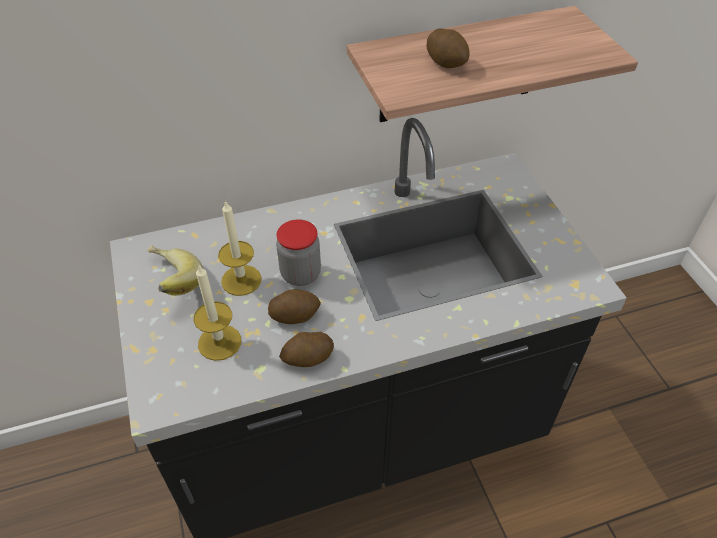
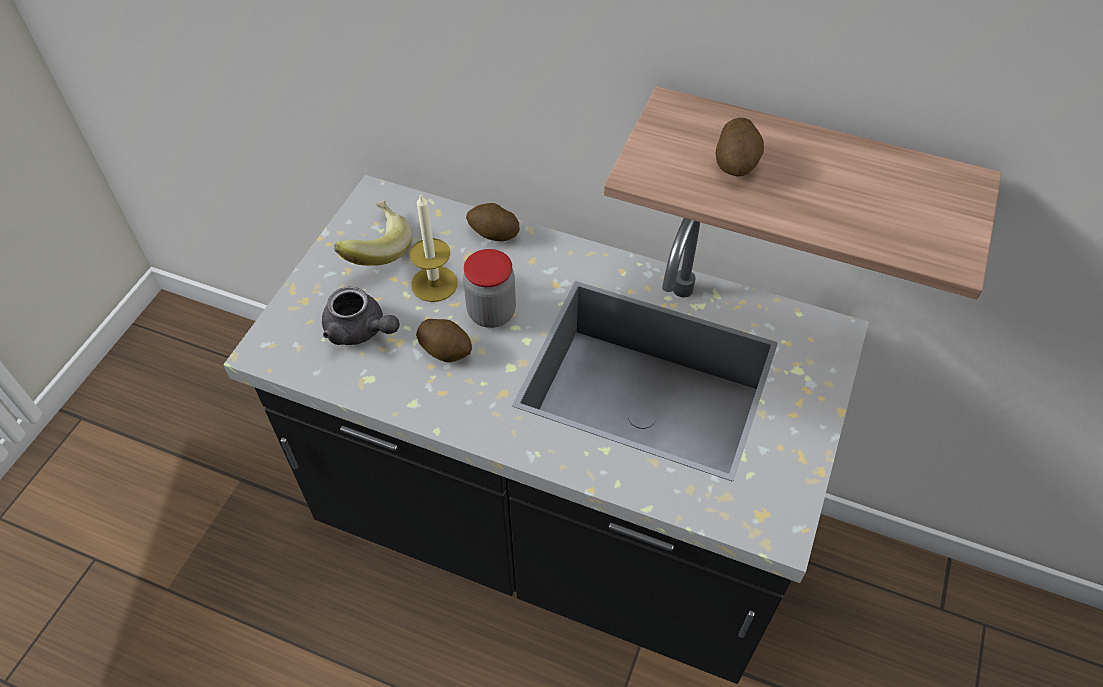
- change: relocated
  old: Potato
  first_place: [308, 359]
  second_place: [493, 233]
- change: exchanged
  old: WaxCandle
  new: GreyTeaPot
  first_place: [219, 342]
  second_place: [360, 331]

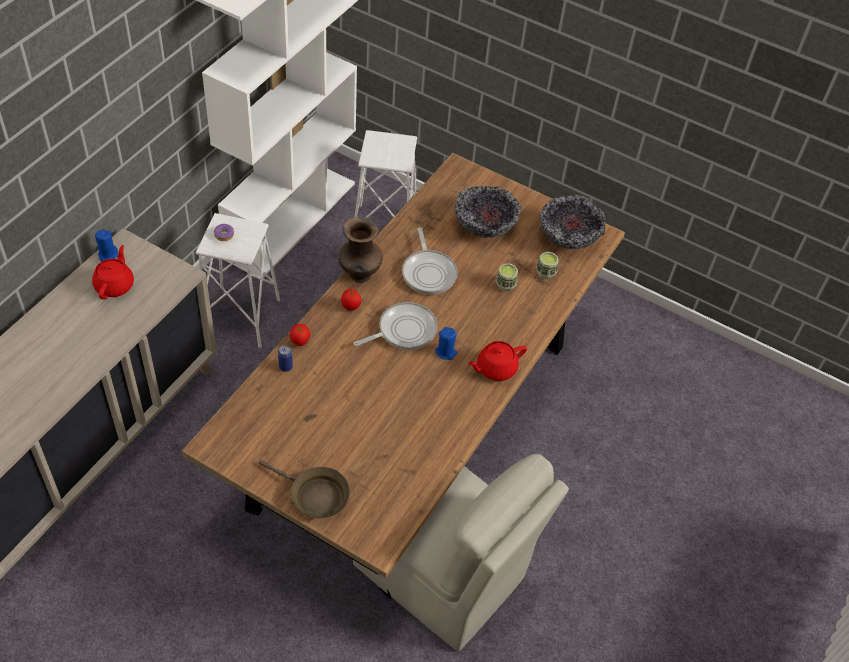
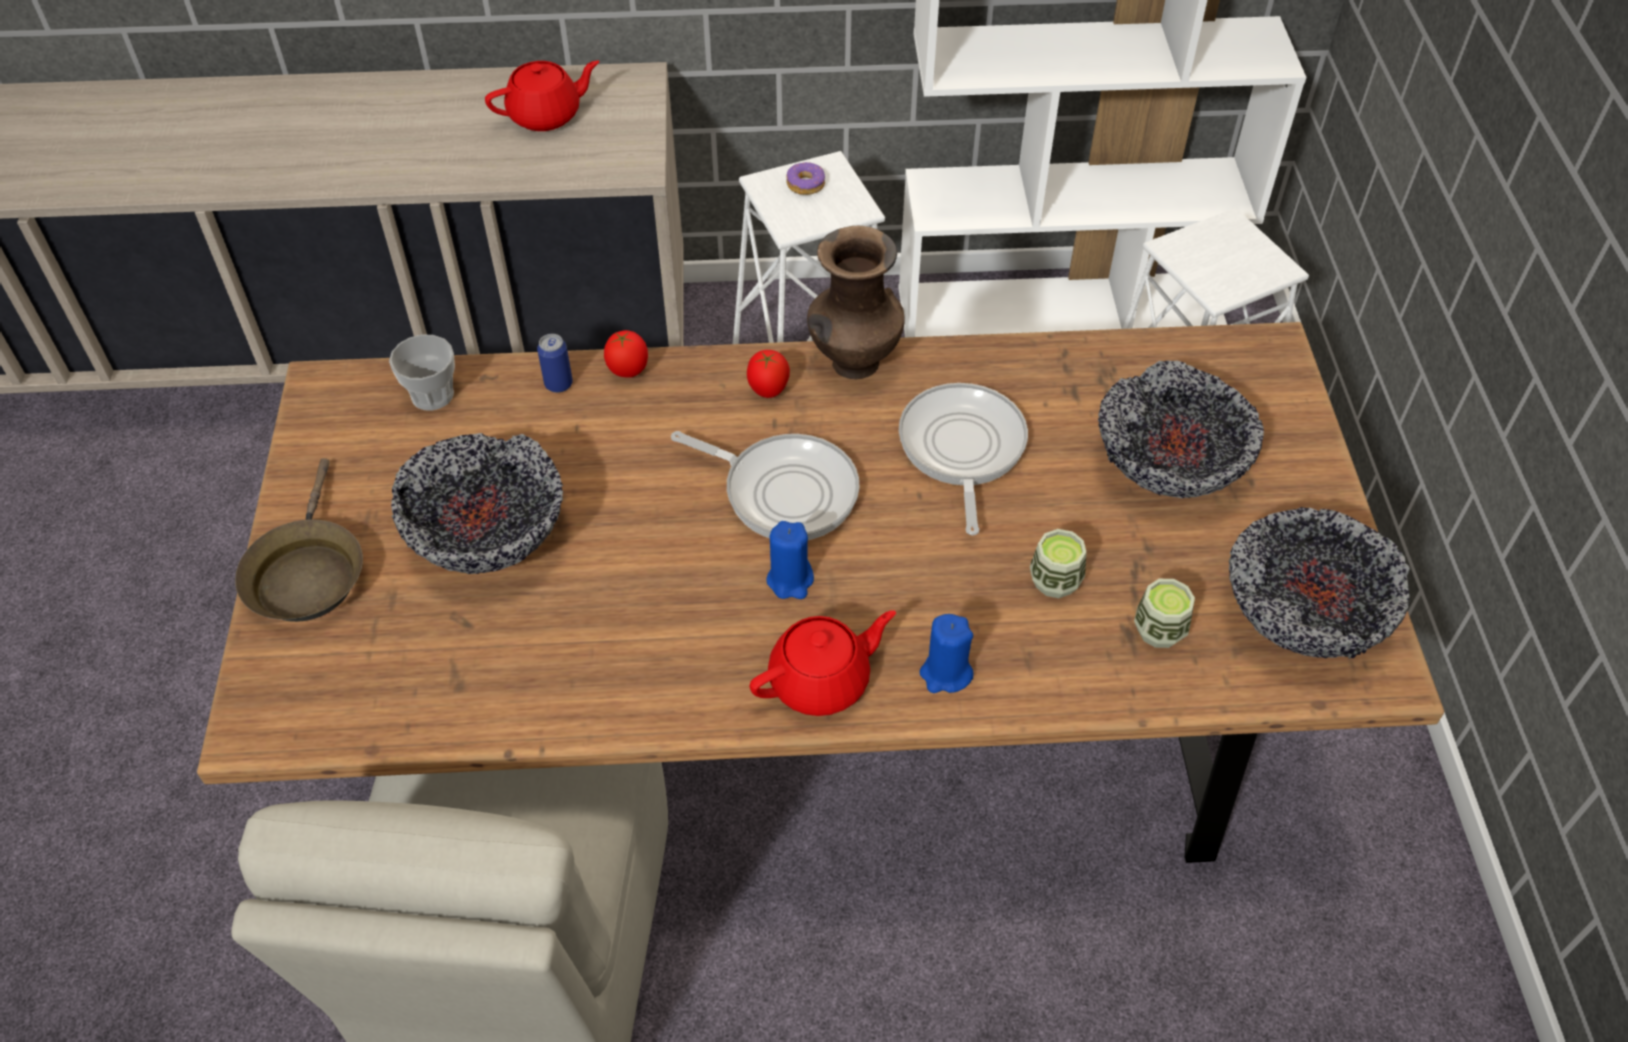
- change: appeared
  new: SmallCup
  second_place: [432, 395]
- change: appeared
  new: DeepDish
  second_place: [490, 539]
- change: relocated
  old: BluishWaxCandle
  first_place: [108, 255]
  second_place: [945, 673]
- change: spun
  old: Skillet
  first_place: [428, 272]
  second_place: [961, 449]
  degrees: 135
- change: spun
  old: RedTeaPot
  first_place: [495, 368]
  second_place: [822, 681]
  degrees: 120

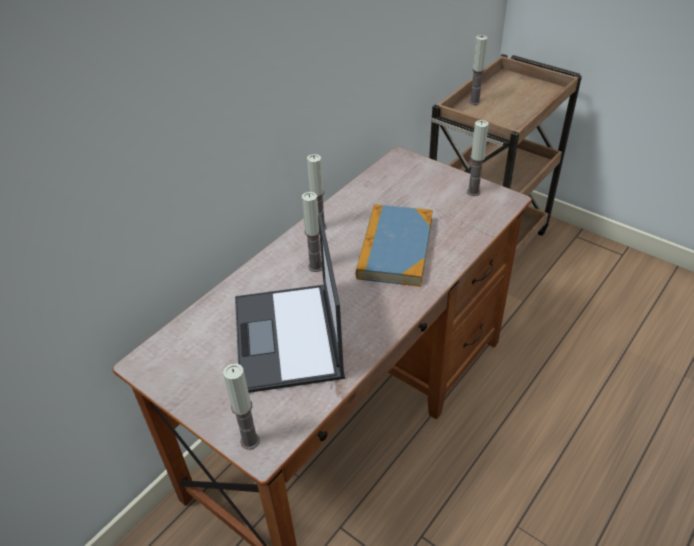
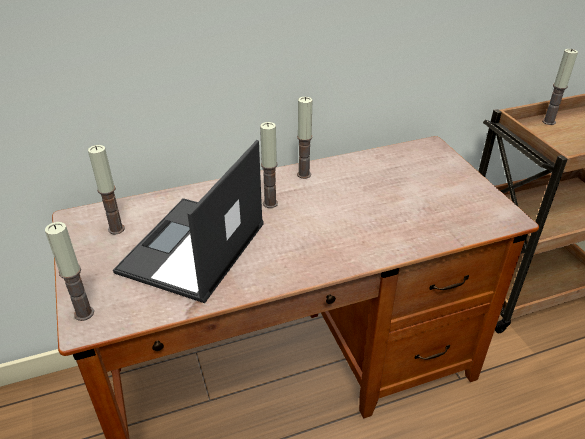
- change: missing
  old: Volume
  first_place: [395, 248]
- change: relocated
  old: WaxCandle
  first_place: [473, 192]
  second_place: [116, 229]

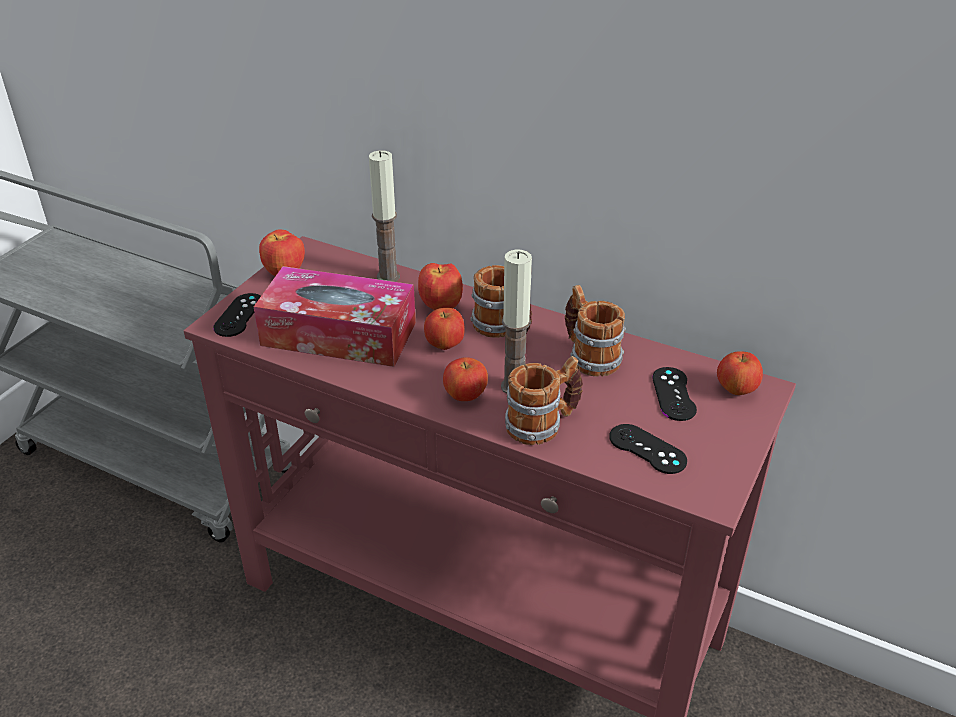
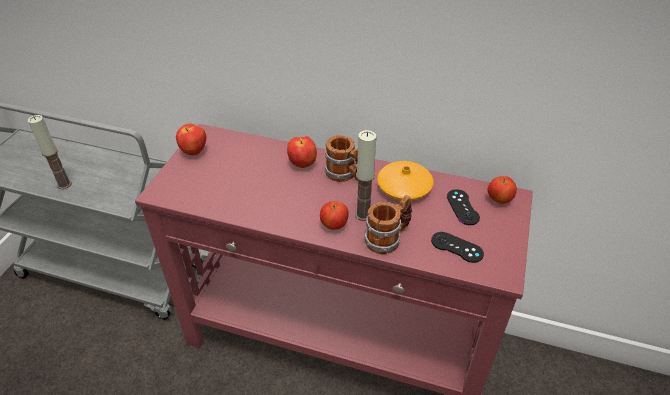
- change: missing
  old: BlackGamepad
  first_place: [239, 315]
- change: missing
  old: BoxOfTissues
  first_place: [339, 334]
- change: missing
  old: AppleFruit
  first_place: [445, 345]
- change: relocated
  old: WaxCandle
  first_place: [388, 276]
  second_place: [64, 184]
- change: exchanged
  old: TeaMug
  new: OrangeColouredDecorativeVase
  first_place: [589, 355]
  second_place: [404, 187]

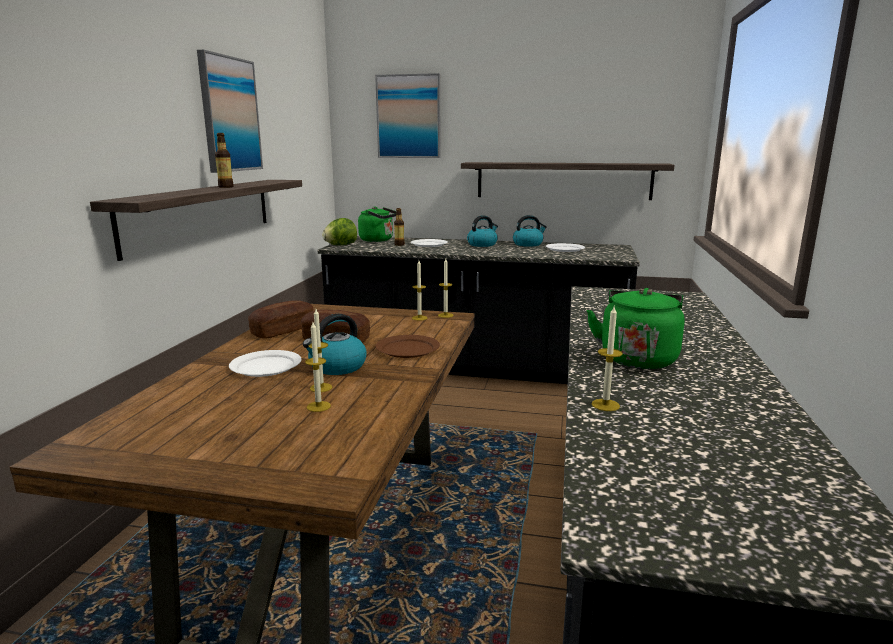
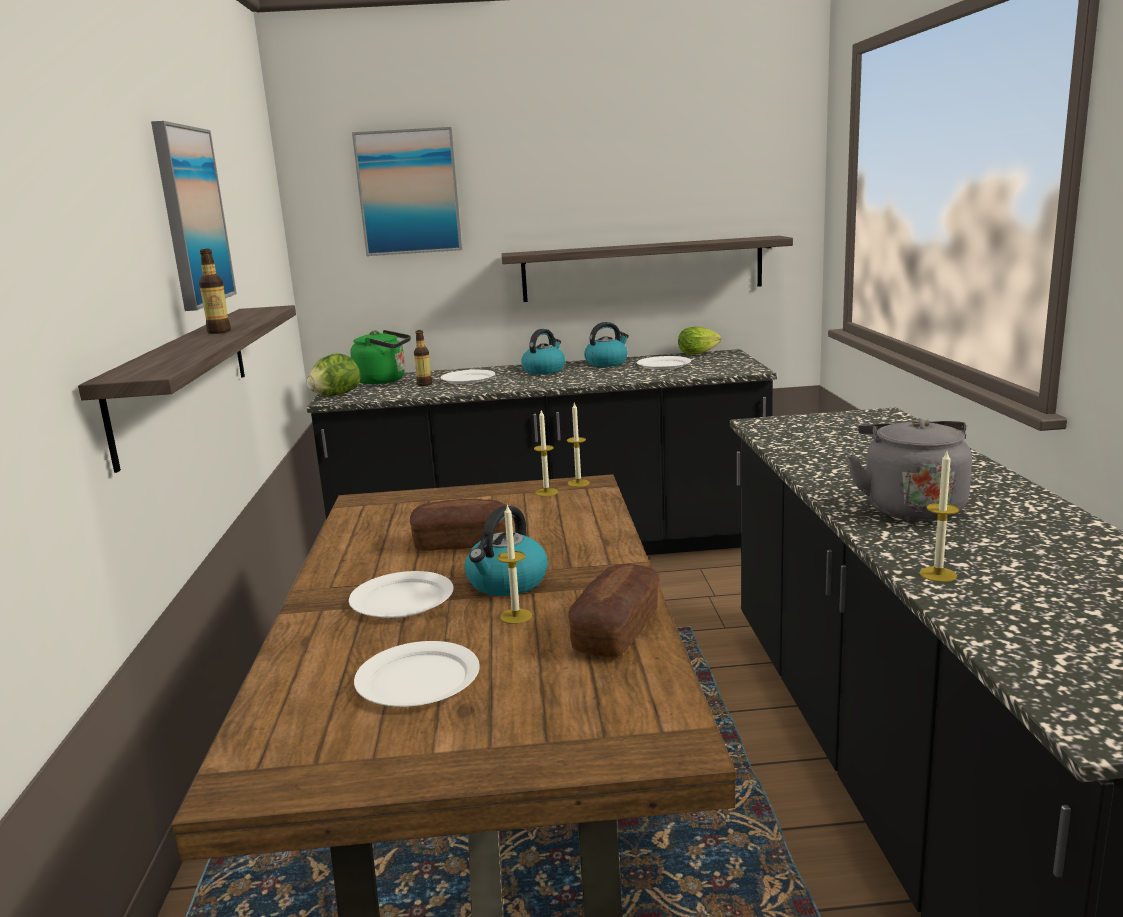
- change: missing
  old: WaxCandle
  first_place: [318, 406]
- change: missing
  old: BrownPlate
  first_place: [407, 349]
- change: appeared
  new: WhitishPlate
  second_place: [419, 679]
- change: appeared
  new: Lettuce
  second_place: [700, 353]
- change: relocated
  old: Bread
  first_place: [283, 331]
  second_place: [617, 630]
- change: colour
  old: GreenTeaKettle
  new: GreyTeaKettle
  first_place: [637, 358]
  second_place: [910, 507]

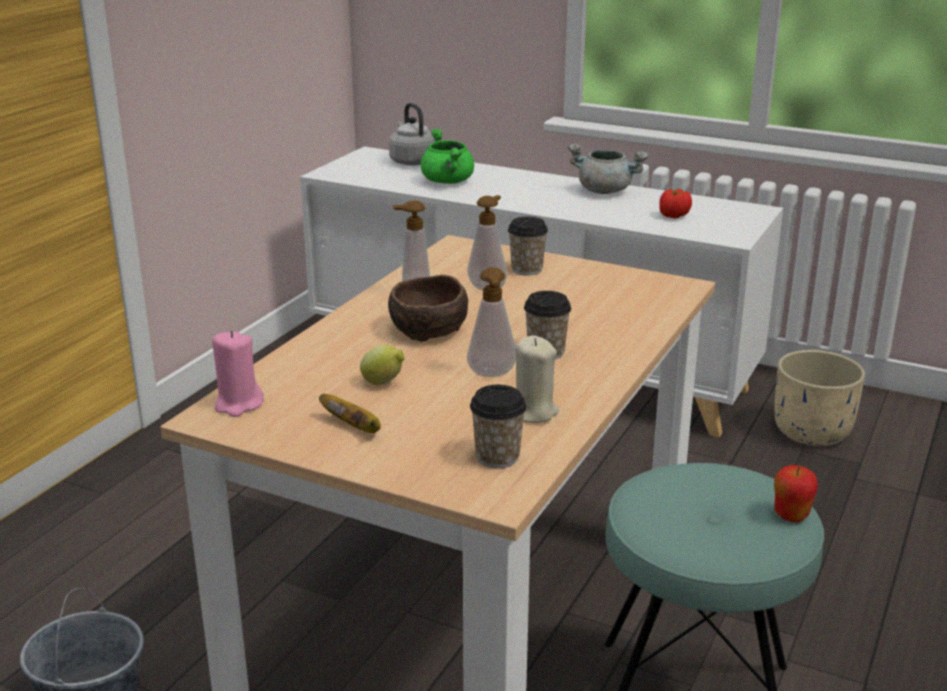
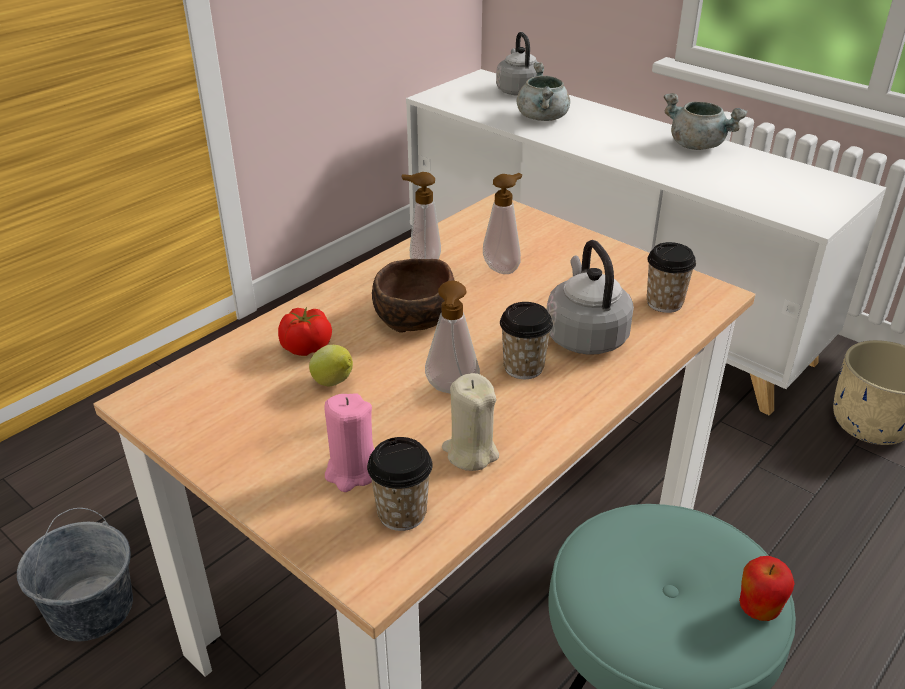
- change: missing
  old: Banana
  first_place: [354, 427]
- change: appeared
  new: GreyTeaKettle
  second_place: [584, 335]
- change: relocated
  old: PinkWaxCandle
  first_place: [238, 404]
  second_place: [352, 471]
- change: relocated
  old: SmallCup
  first_place: [527, 269]
  second_place: [664, 303]
- change: relocated
  old: WholeTomato
  first_place: [673, 216]
  second_place: [306, 348]
- change: colour
  old: GreenStockpot
  new: GreyStockpot
  first_place: [448, 182]
  second_place: [543, 118]

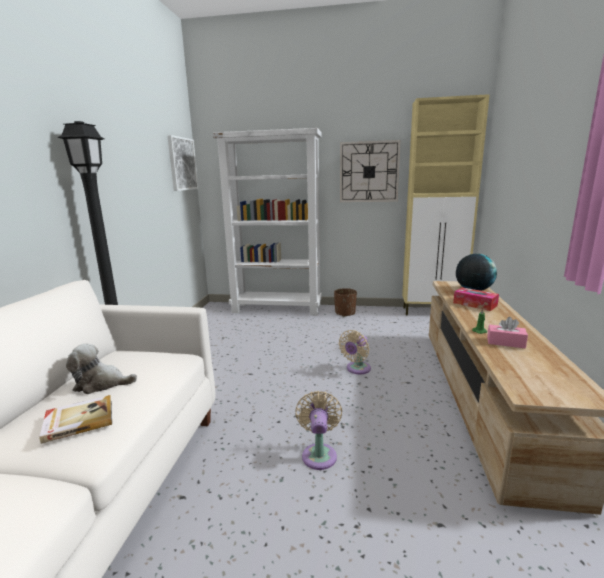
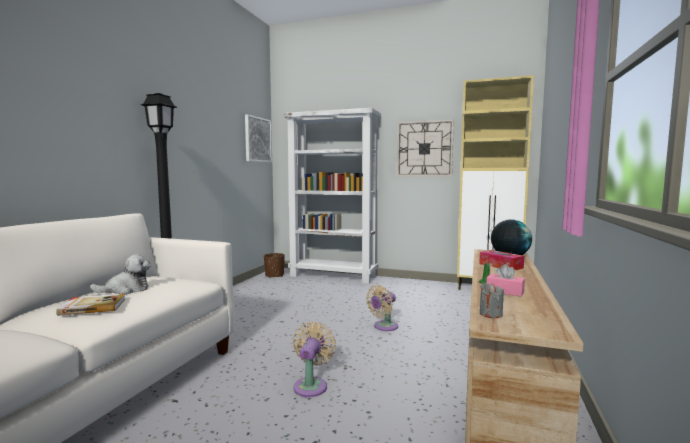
- change: appeared
  new: GreyWaxCandle
  second_place: [491, 314]
- change: relocated
  old: BrownPlantPot
  first_place: [345, 313]
  second_place: [274, 275]
- change: spun
  old: CuddlyToy
  first_place: [101, 384]
  second_place: [126, 290]
  degrees: 150

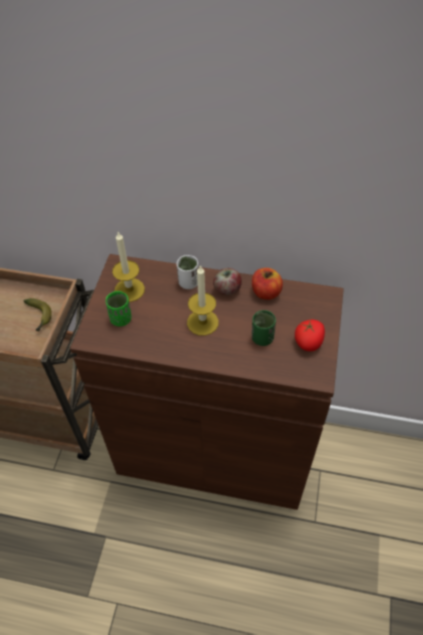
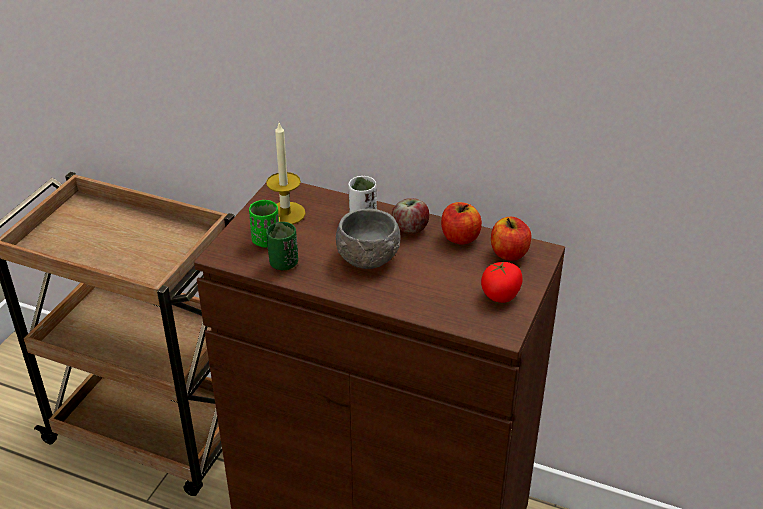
- change: missing
  old: Banana
  first_place: [39, 317]
- change: appeared
  new: AppleFruit
  second_place: [509, 253]
- change: relocated
  old: GreenSmallCup
  first_place: [262, 338]
  second_place: [283, 263]
- change: exchanged
  old: WaxCandle
  new: GreyDeepDish
  first_place: [202, 322]
  second_place: [368, 257]

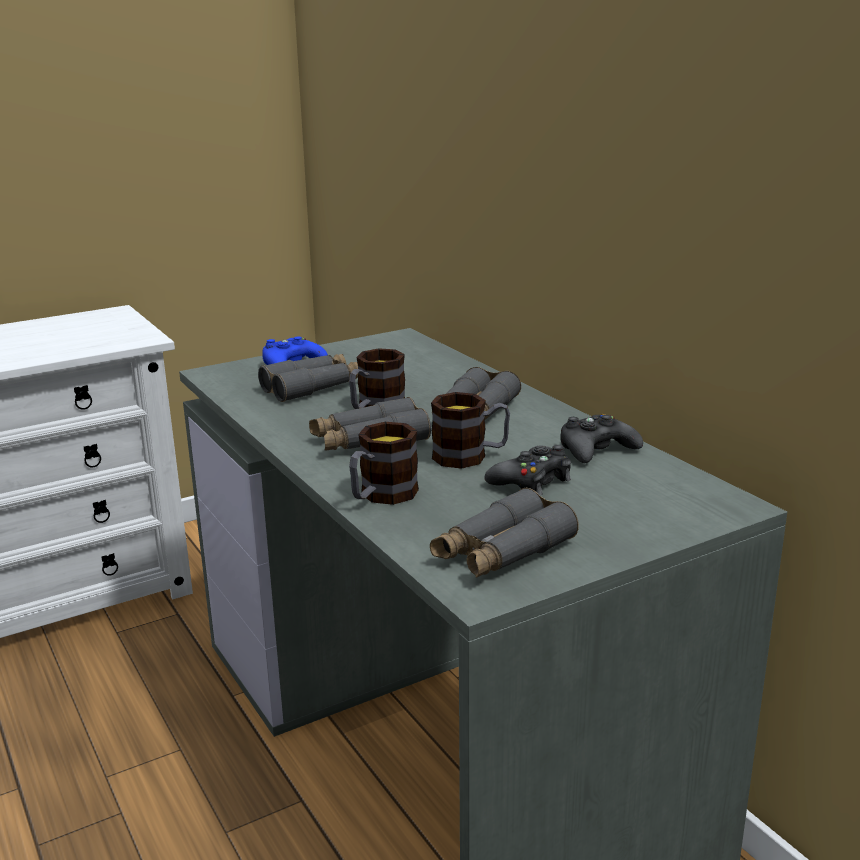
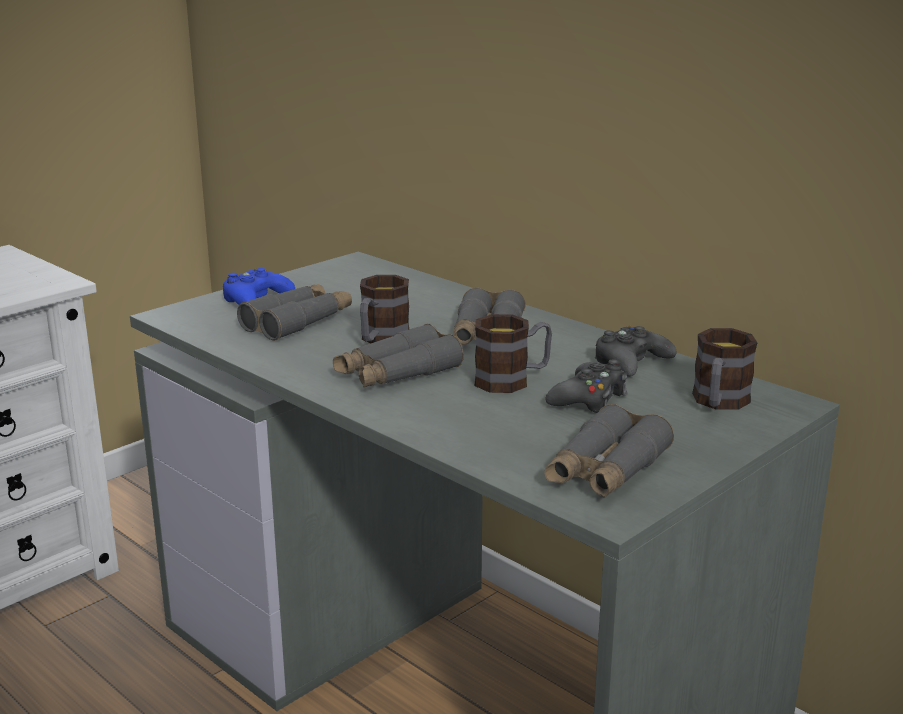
- change: relocated
  old: TeaMug
  first_place: [381, 496]
  second_place: [718, 403]

